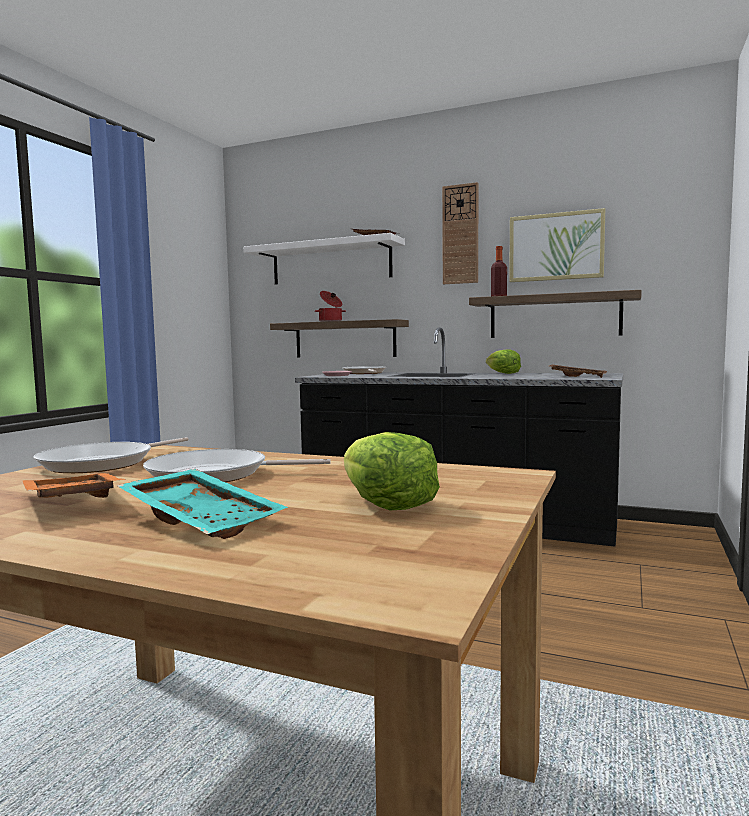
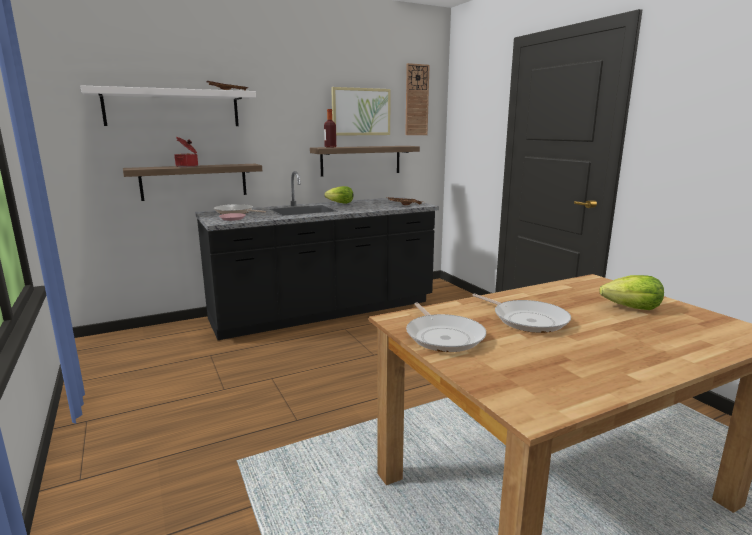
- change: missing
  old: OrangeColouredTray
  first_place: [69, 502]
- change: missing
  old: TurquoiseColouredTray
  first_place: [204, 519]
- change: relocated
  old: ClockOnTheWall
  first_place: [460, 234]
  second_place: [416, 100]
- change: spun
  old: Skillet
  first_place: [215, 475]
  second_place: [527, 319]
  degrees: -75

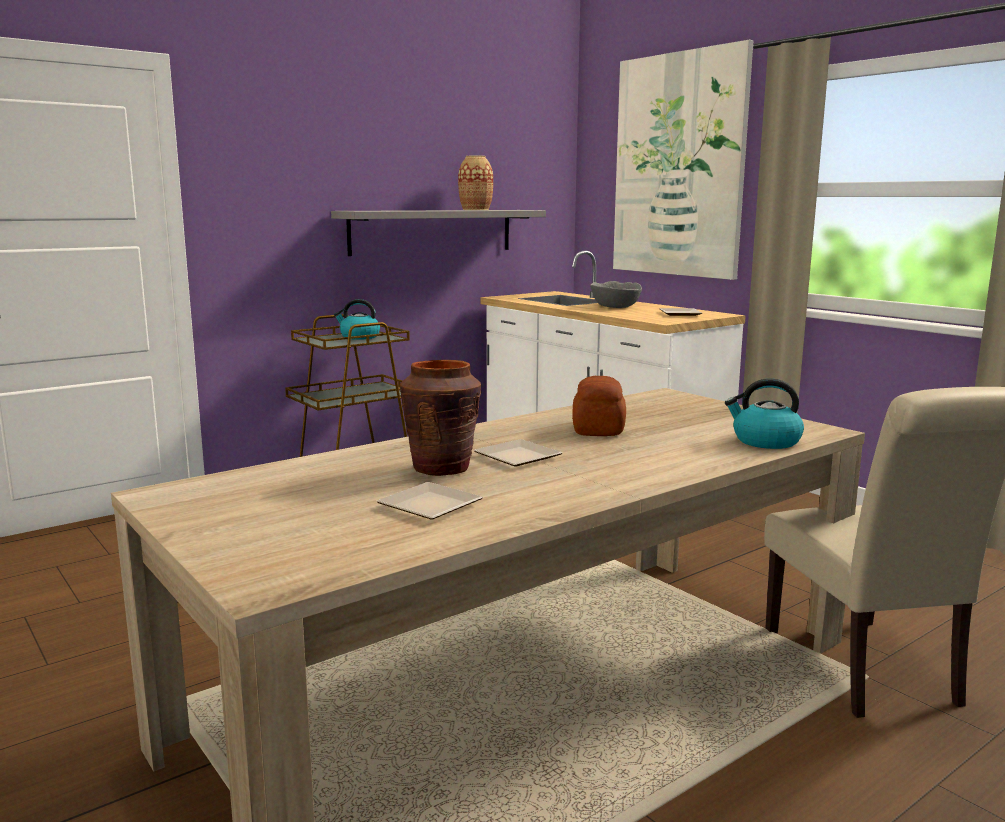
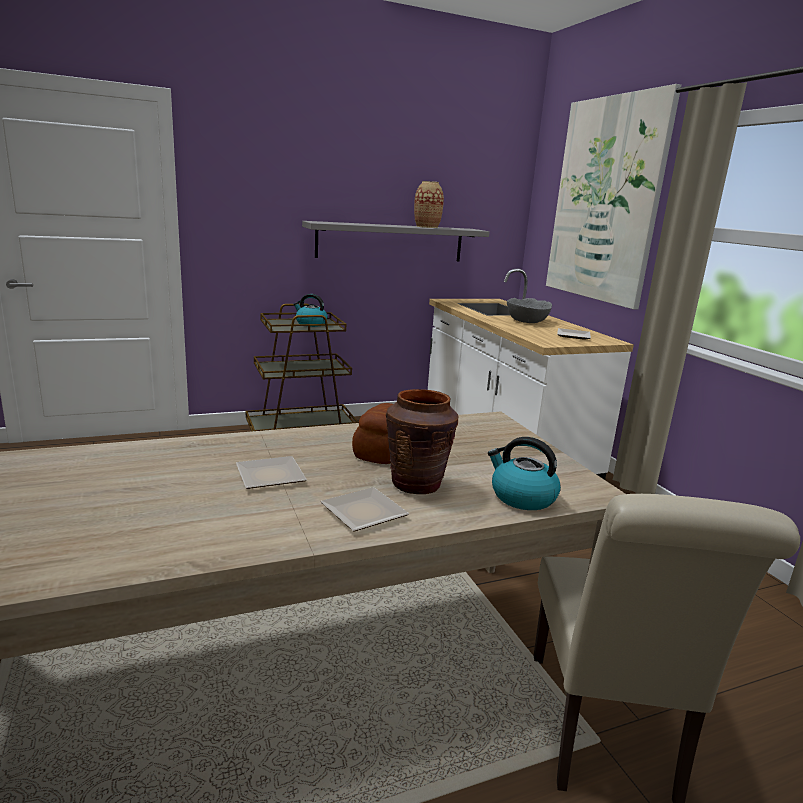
- change: relocated
  old: Plate
  first_place: [433, 506]
  second_place: [367, 513]
- change: relocated
  old: BrownDecorativeVase
  first_place: [441, 468]
  second_place: [416, 484]

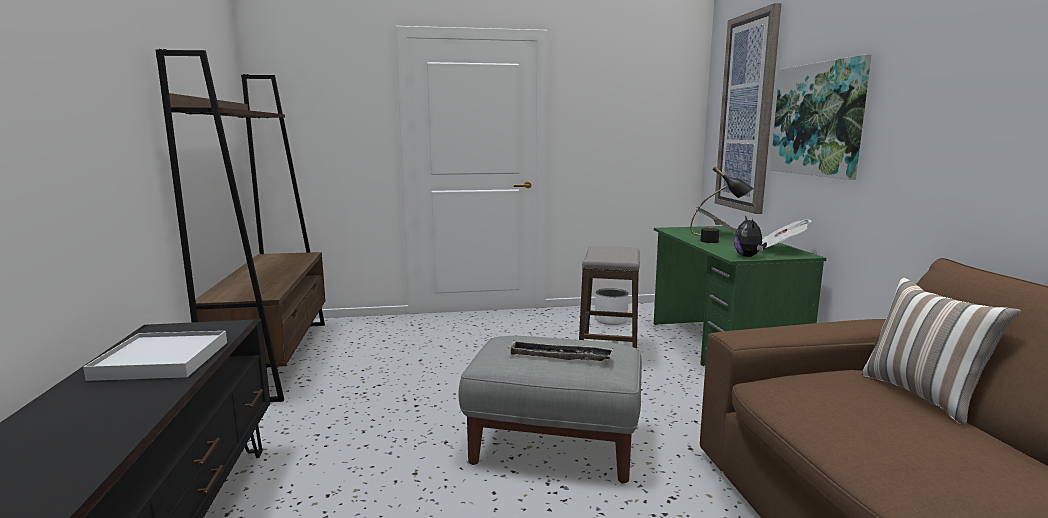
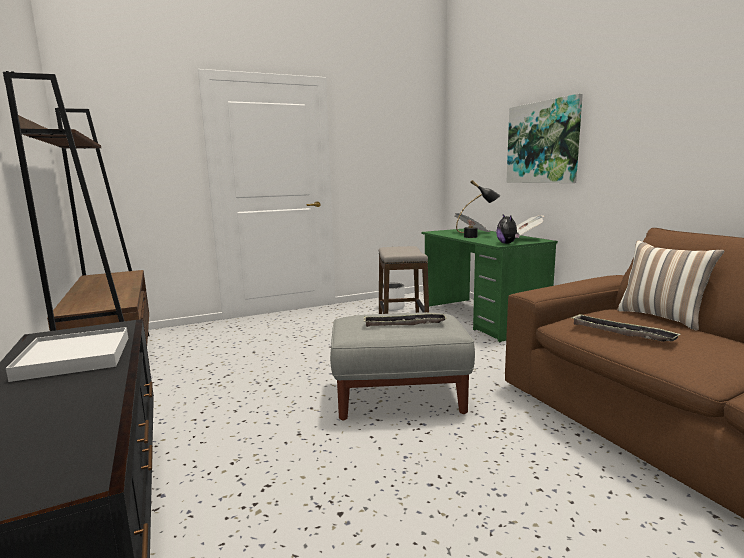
- change: missing
  old: WallArt
  first_place: [747, 113]
- change: appeared
  new: Tray
  second_place: [621, 333]

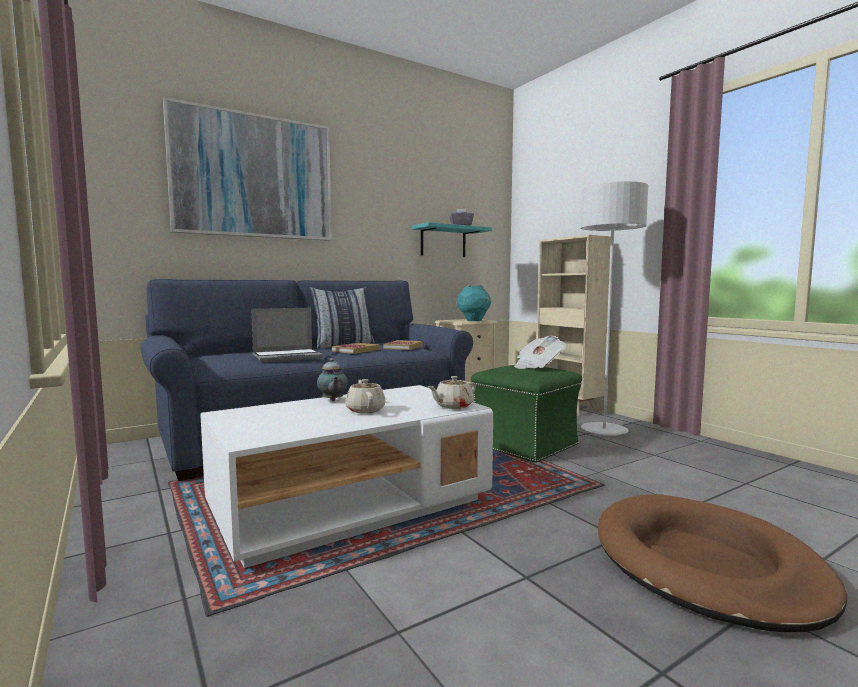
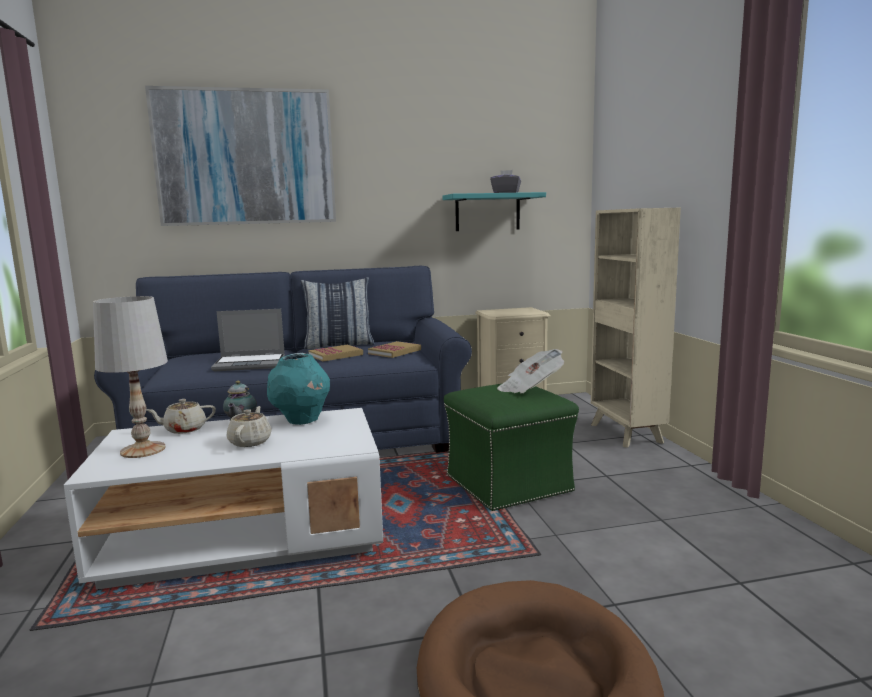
- change: missing
  old: GreyStandardLamp
  first_place: [604, 431]
- change: appeared
  new: WhitishTableLamp
  second_place: [143, 450]
- change: relocated
  old: BeigeColouredTeaPot
  first_place: [453, 406]
  second_place: [184, 429]
- change: relocated
  old: TurquoiseColouredDecorativeVase
  first_place: [473, 321]
  second_place: [301, 421]

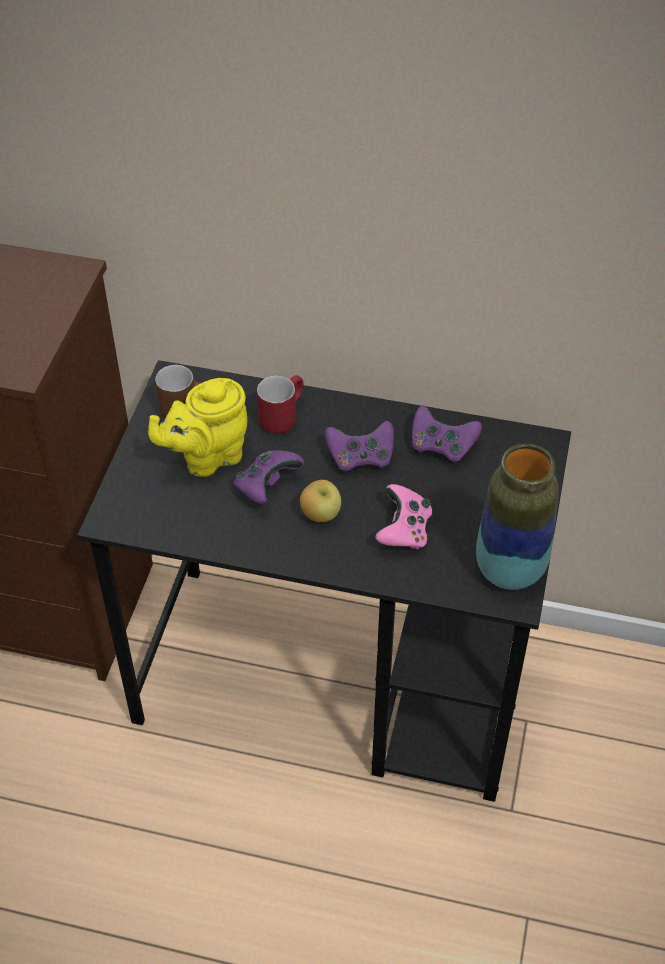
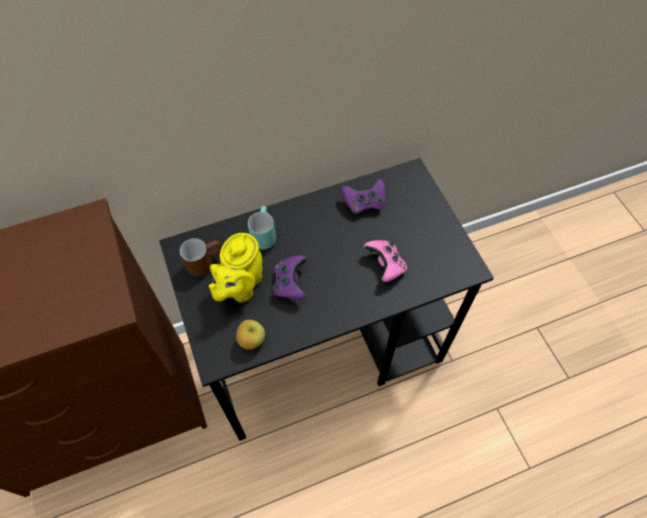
- change: missing
  old: PurplishGamepad
  first_place: [360, 458]
- change: missing
  old: DecorativeVase
  first_place: [509, 570]
- change: relocated
  old: AppleFruit
  first_place: [320, 515]
  second_place: [251, 340]
- change: colour
  old: RedTeaMug
  new: TurquoiseColouredTeaMug
  first_place: [281, 415]
  second_place: [262, 235]

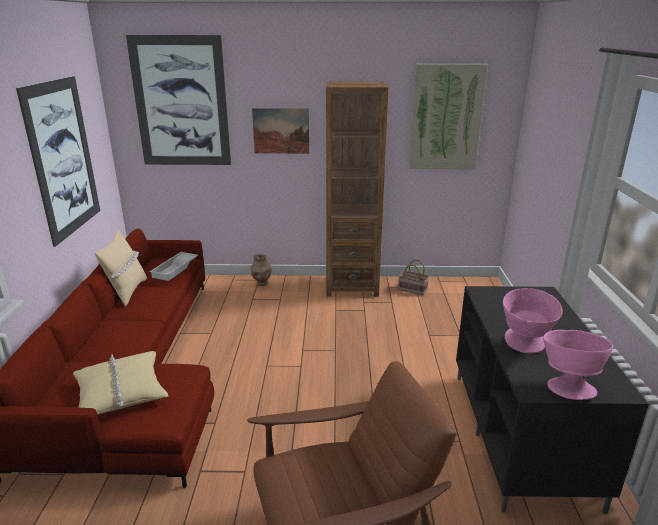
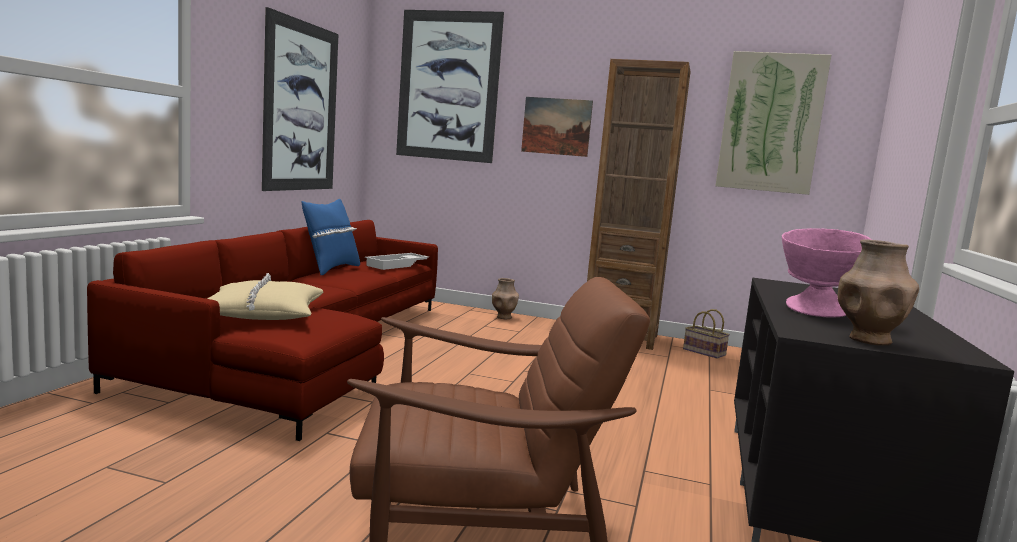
- change: exchanged
  old: PinkDeepDish
  new: BrownDecorativeVase
  first_place: [567, 386]
  second_place: [868, 340]
- change: colour
  old: BeigeColouredCushion
  new: BluishCushion
  first_place: [127, 292]
  second_place: [331, 269]

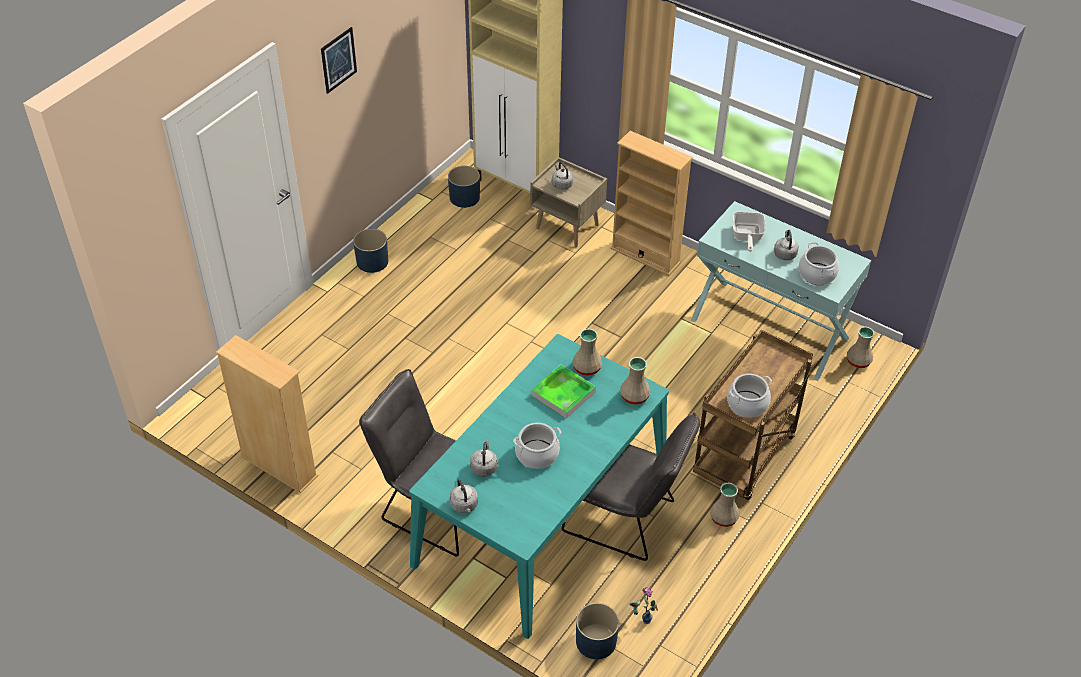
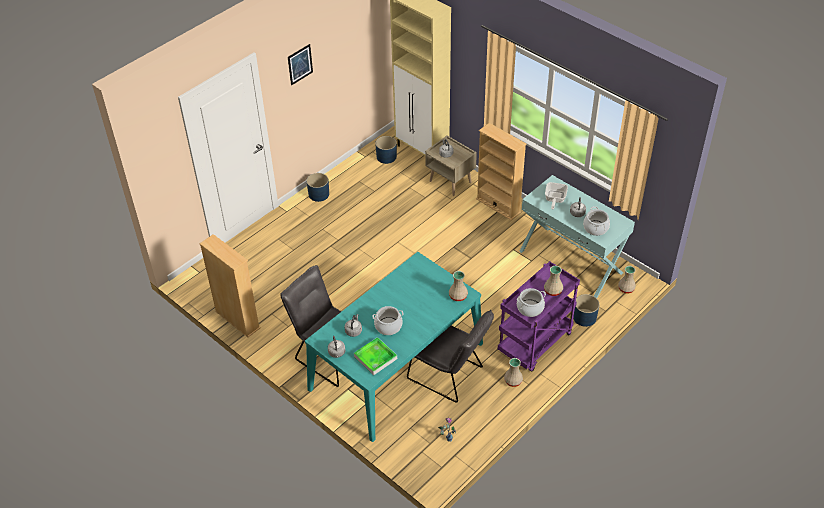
- change: relocated
  old: Tray
  first_place: [563, 394]
  second_place: [375, 357]
- change: relocated
  old: BeigeColouredDecorativeVase
  first_place: [587, 367]
  second_place: [553, 290]
- change: relocated
  old: BluishPlantPot
  first_place: [596, 641]
  second_place: [584, 317]
- change: colour
  old: BrownTrolley
  new: PurplishTrolley
  first_place: [744, 458]
  second_place: [535, 344]

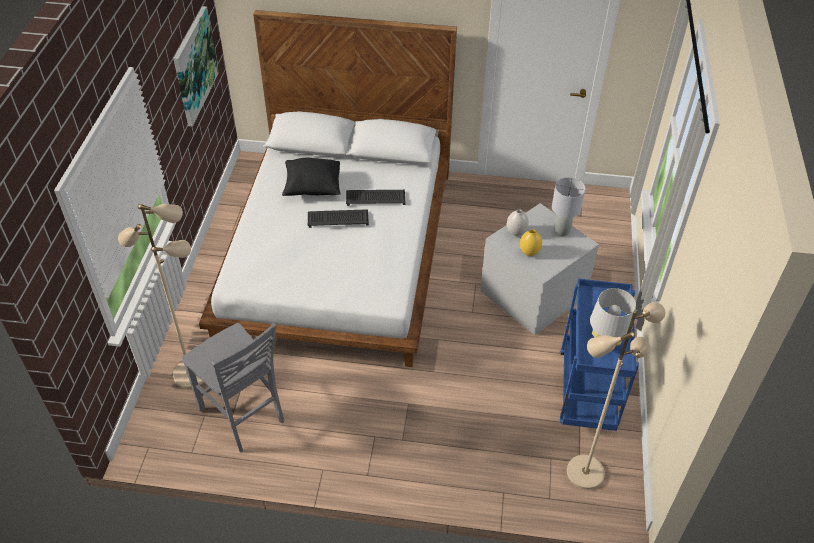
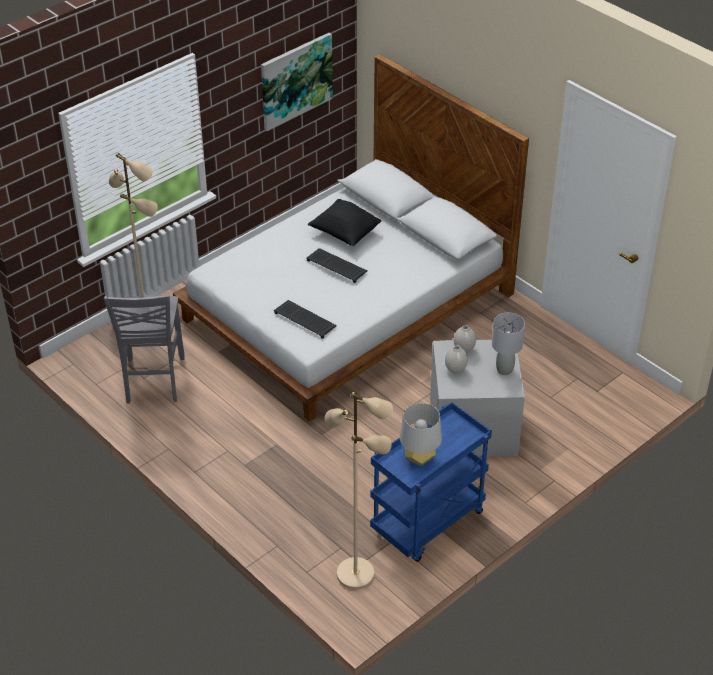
- change: relocated
  old: ComputerKeyboard
  first_place: [376, 198]
  second_place: [306, 320]
- change: colour
  old: YellowDecorativeVase
  new: WhitishDecorativeVase
  first_place: [529, 253]
  second_place: [455, 370]

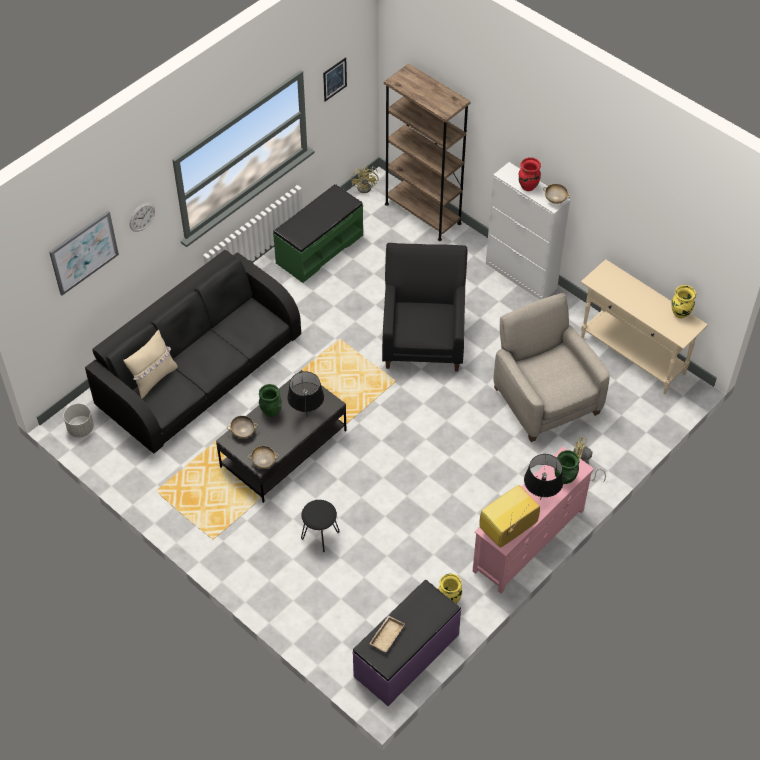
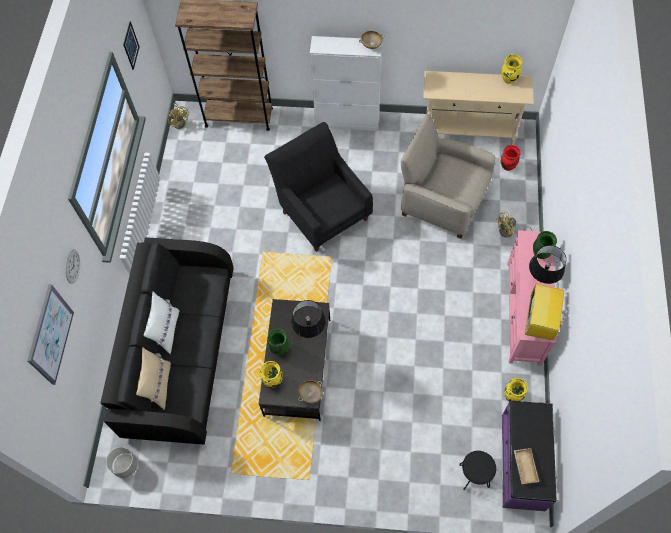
- change: missing
  old: GreenIndoorBench
  first_place: [319, 249]
- change: appeared
  new: WhitishCushion
  second_place: [167, 331]
- change: relocated
  old: BlackStool
  first_place: [320, 535]
  second_place: [474, 476]
- change: relocated
  old: RedDecorativeVase
  first_place: [527, 186]
  second_place: [507, 166]
- change: exchanged
  old: BeigeColouredDeepDish
  new: YellowDecorativeVase
  first_place: [243, 432]
  second_place: [273, 381]

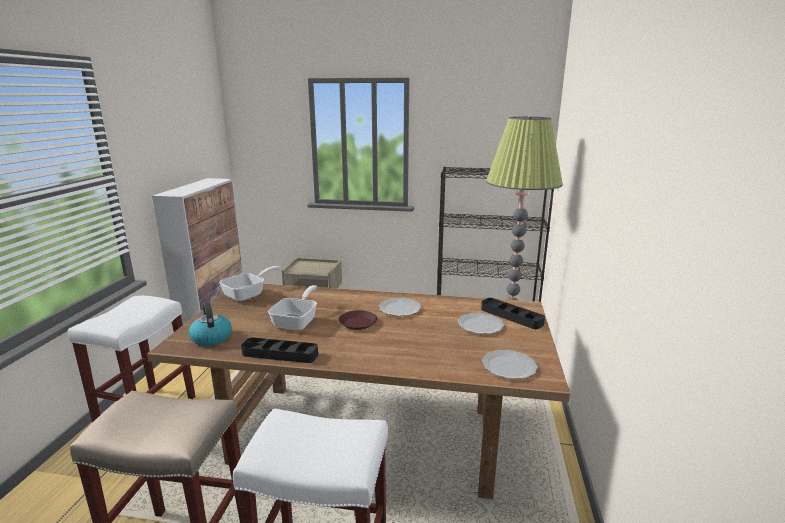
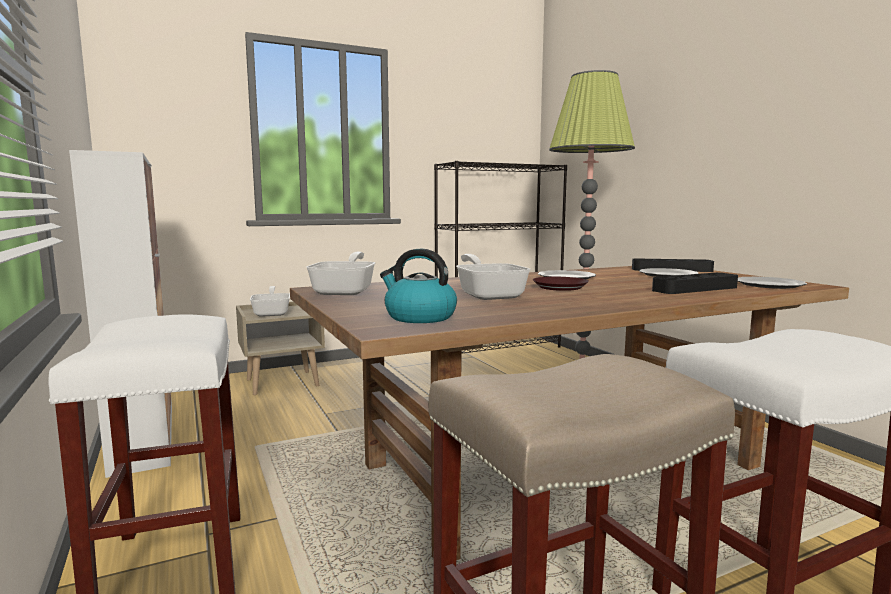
- change: appeared
  new: Skillet
  second_place: [272, 313]
- change: relocated
  old: BlackTray
  first_place: [280, 354]
  second_place: [695, 289]

